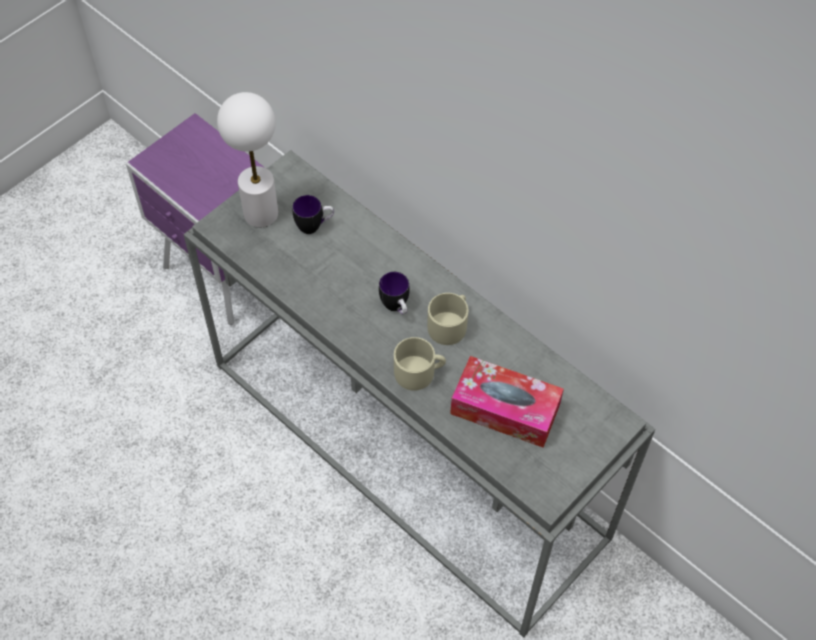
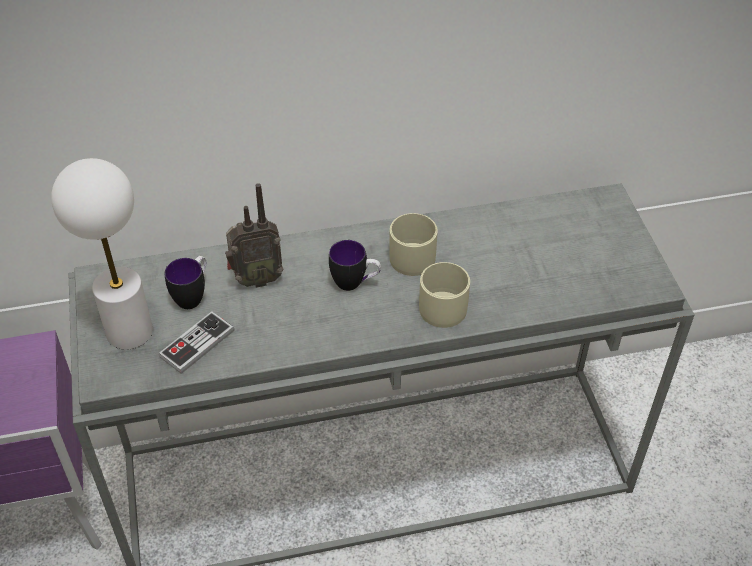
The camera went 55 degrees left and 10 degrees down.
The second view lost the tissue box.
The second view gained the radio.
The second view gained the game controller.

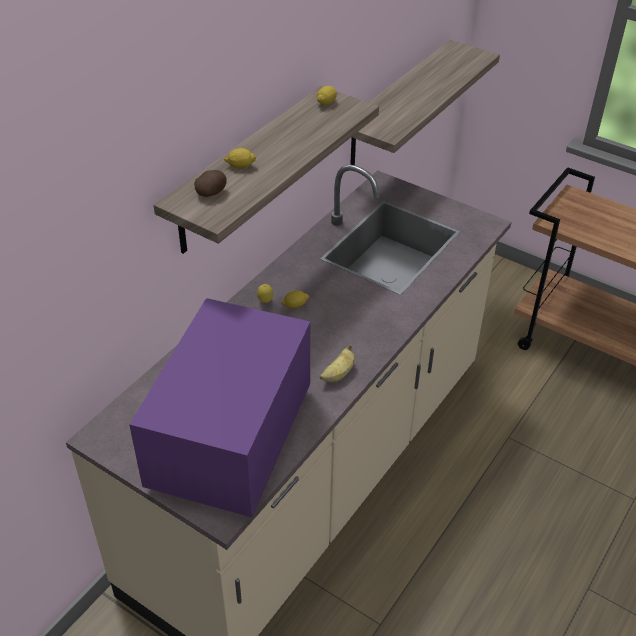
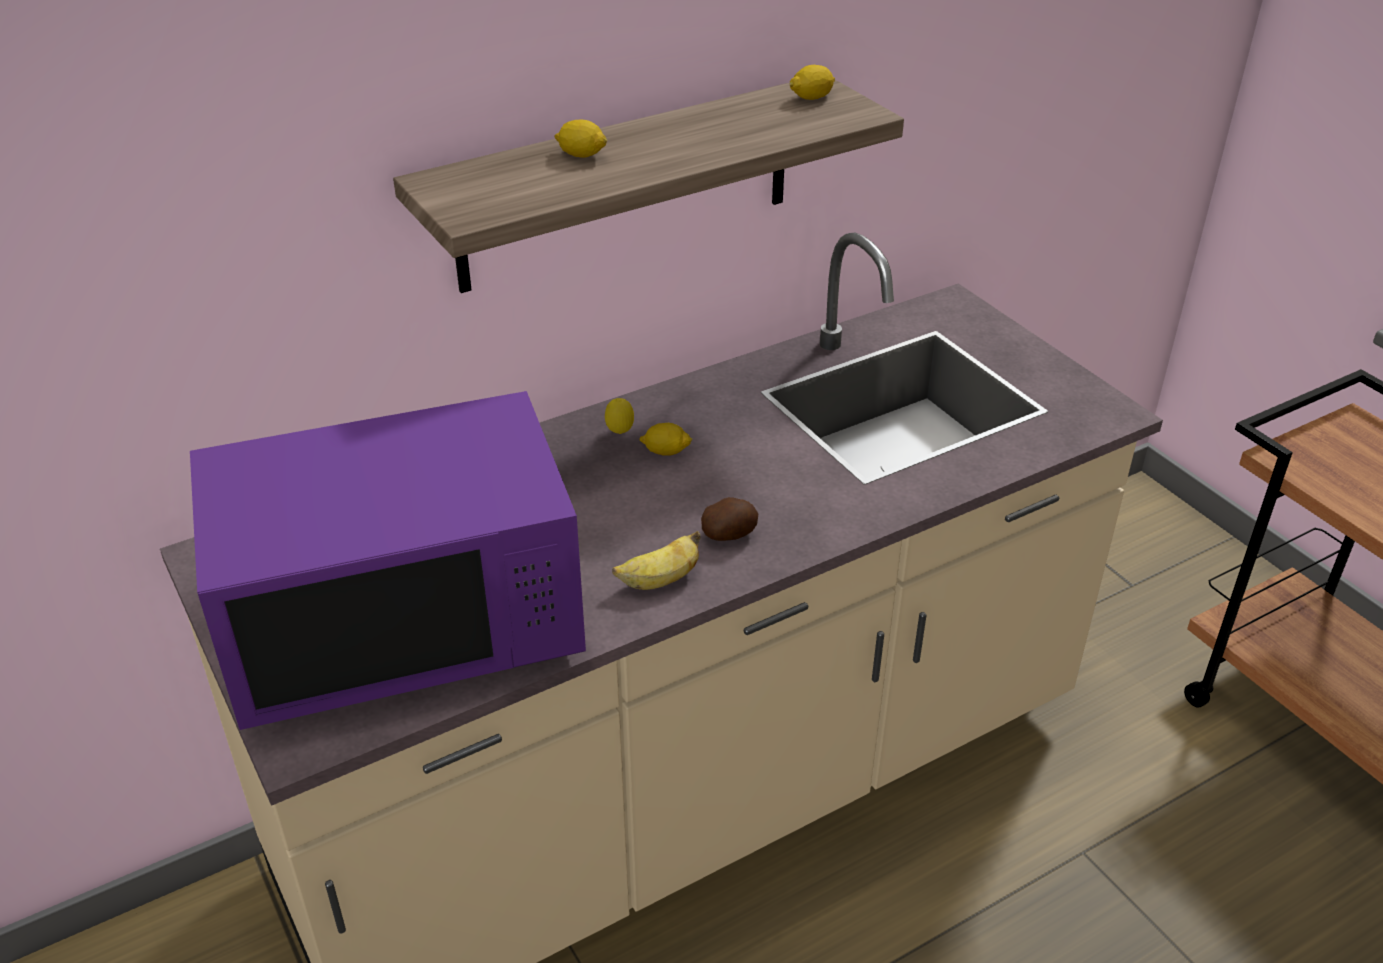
The camera went 25 degrees right and 5 degrees down.
The second view lost the shelf (no. 2 from left).
The potato ended up elsewhere.
The microwave/purple ended up facing another way, 150 degrees counterclockwise from before.

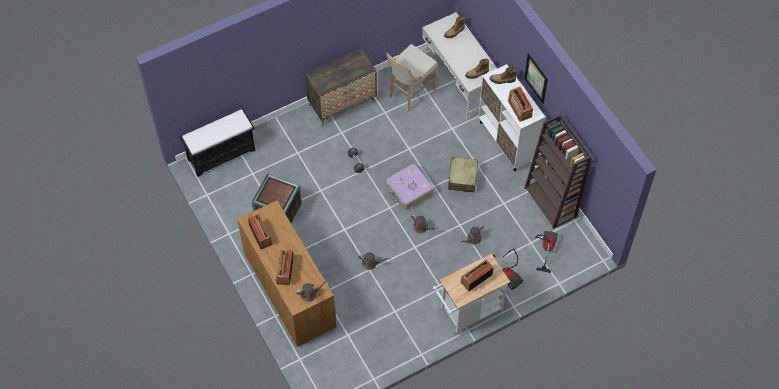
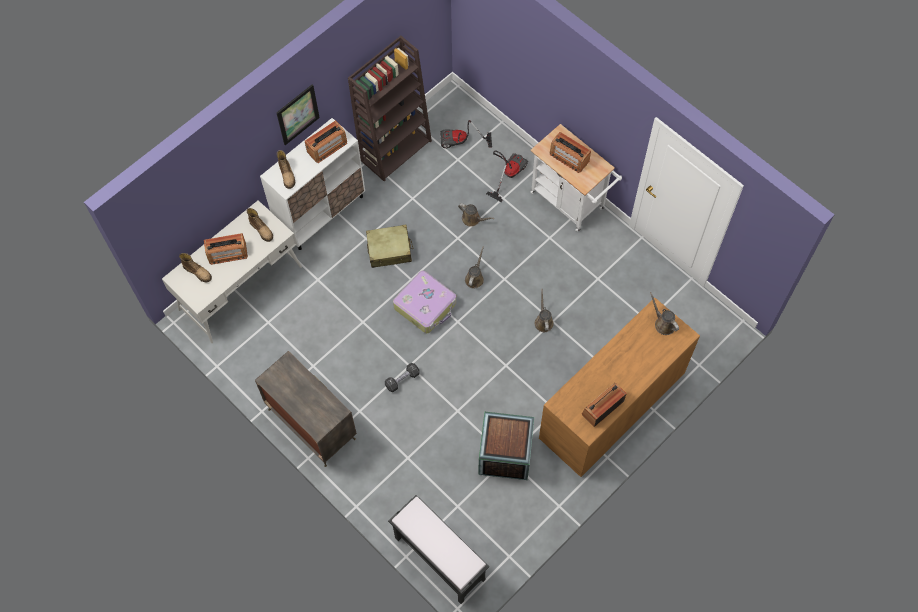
The camera went 105 degrees left and 5 degrees up.
The second view lost the stool/beige.
The radio (no. 2 from left in the first image) ended up elsewhere.

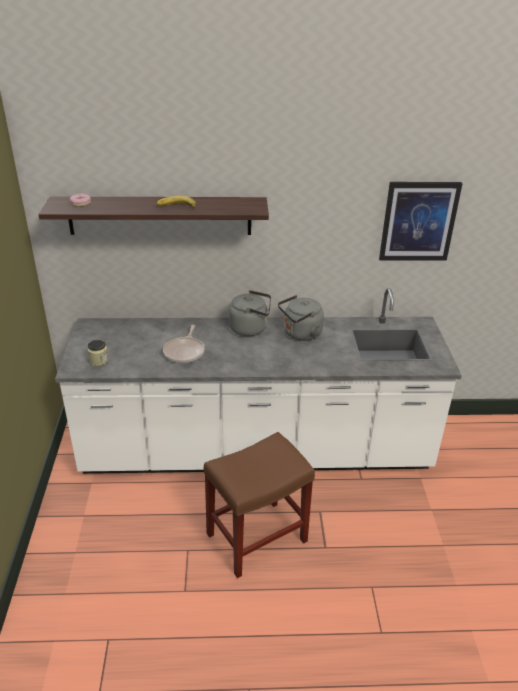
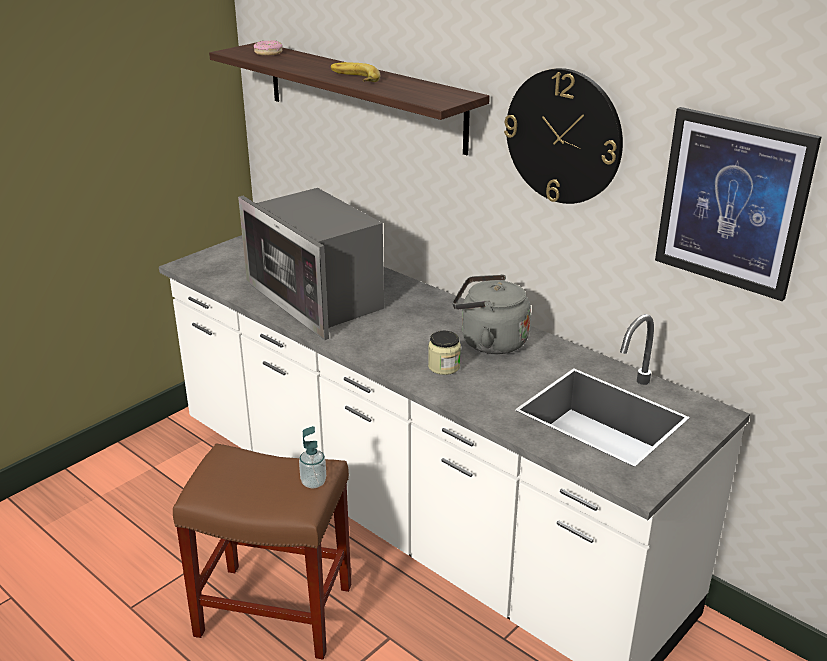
The camera went 45 degrees right and 5 degrees down.
The second view lost the kettle/grey (no. 1 from left).
Where the frying pan stood, the microwave came to stand.
The jar ended up elsewhere.
The second view gained the wall clock.
The second view gained the soap dispenser.

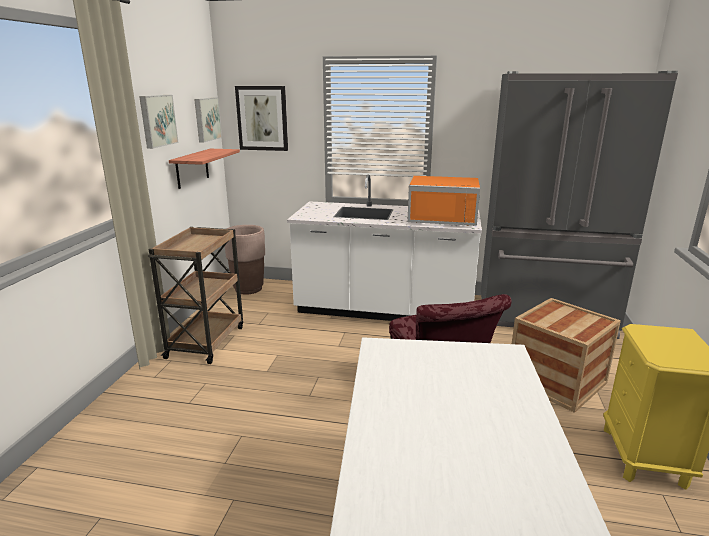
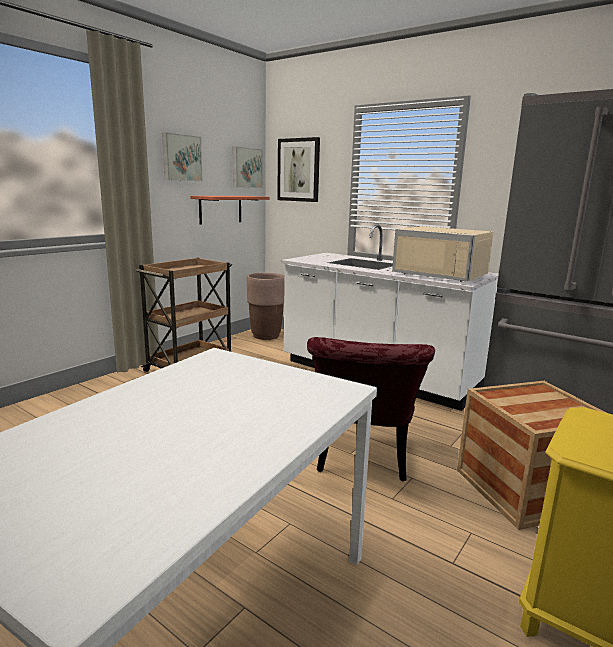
The camera went 25 degrees right and 5 degrees down.
What was the microwave/orange turned into the microwave/beige.

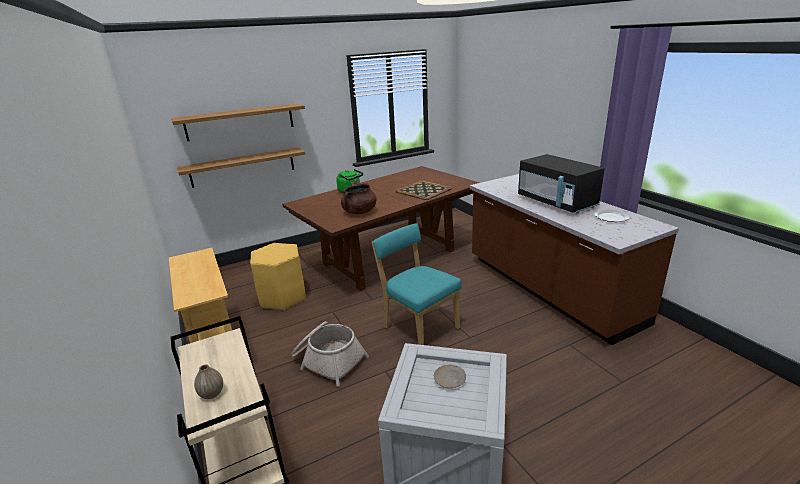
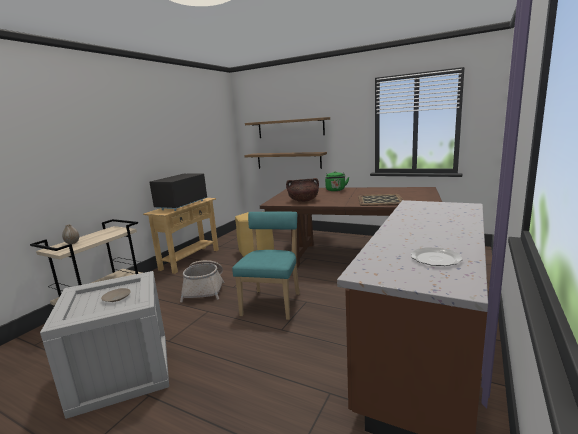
The camera went 55 degrees right and 10 degrees down.
The microwave/black ended up elsewhere.

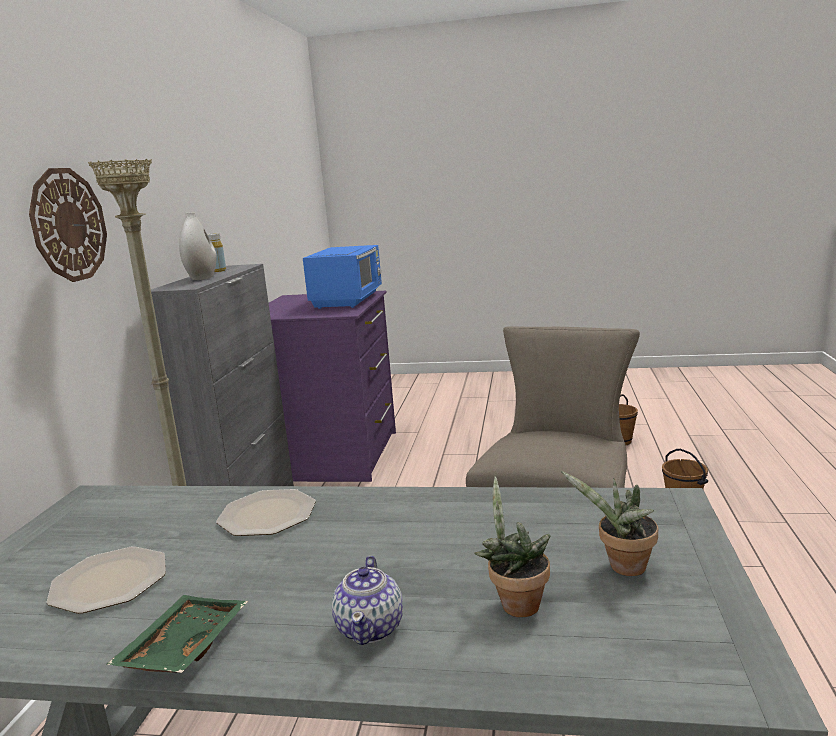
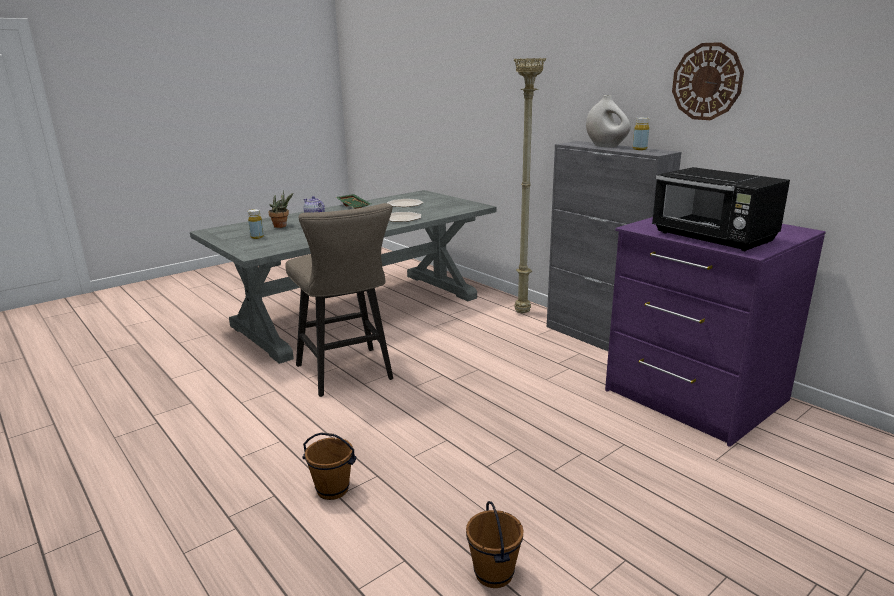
The camera went 130 degrees right and 5 degrees up.
The wall clock ended up elsewhere.
What was the microwave/blue turned into the microwave/black.
Where the potted plant (no. 2 from left) stood, the bottle/yellow (no. 1 from left) came to stand.

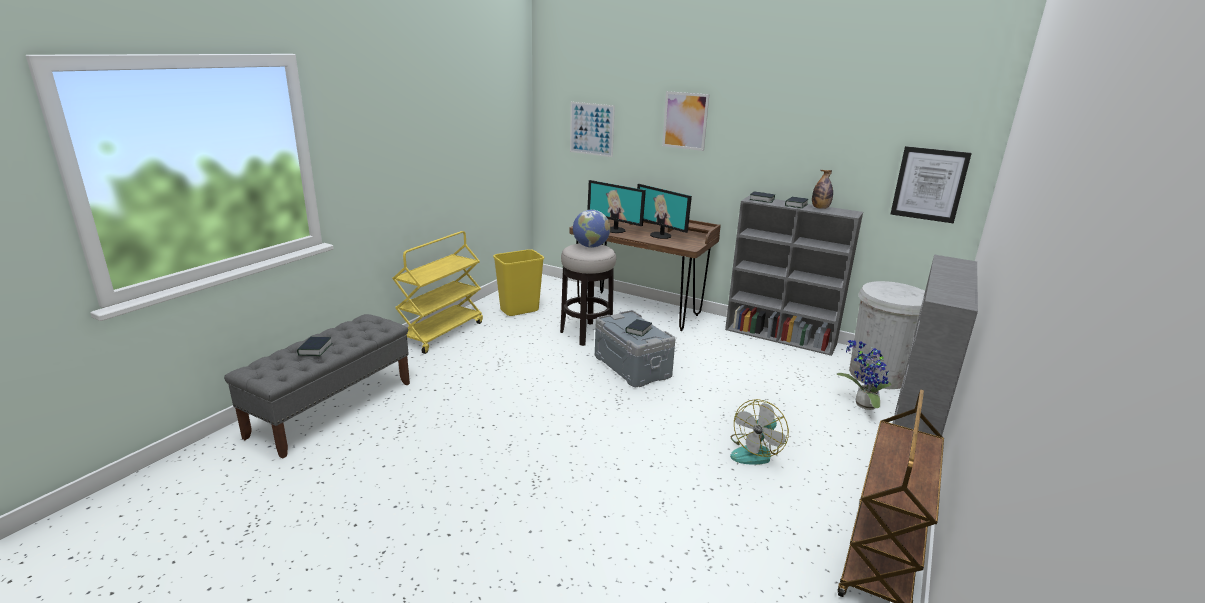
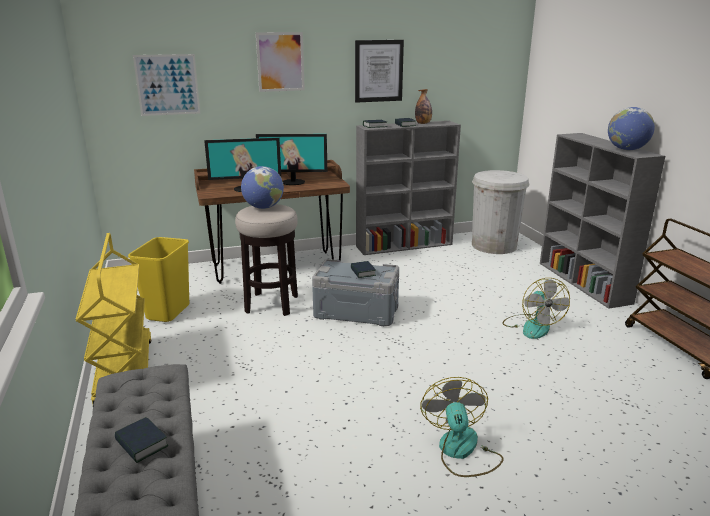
The camera went 45 degrees left and 0 degrees up.
The picture (no. 3 from left) ended up elsewhere.
The second view lost the potted plant.
The second view gained the globe (no. 2 from left).
The second view gained the fan (no. 1 from left).

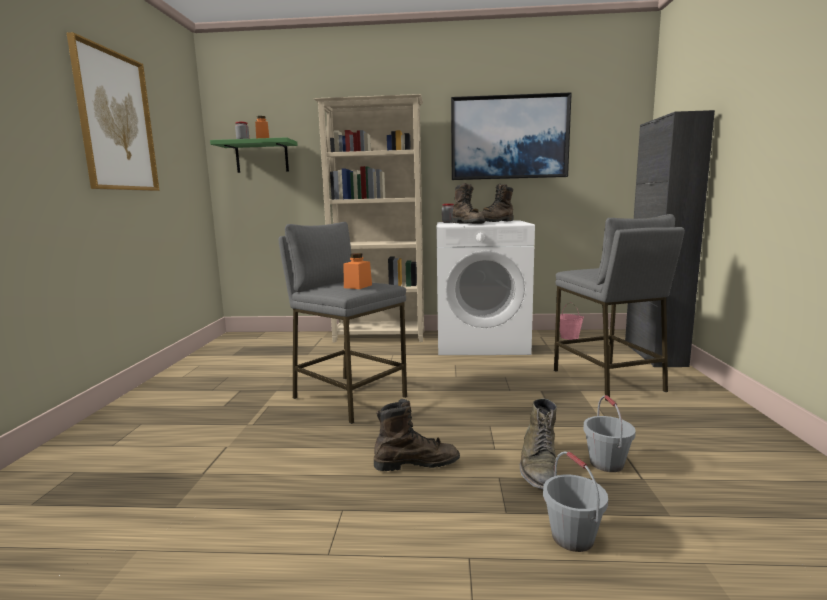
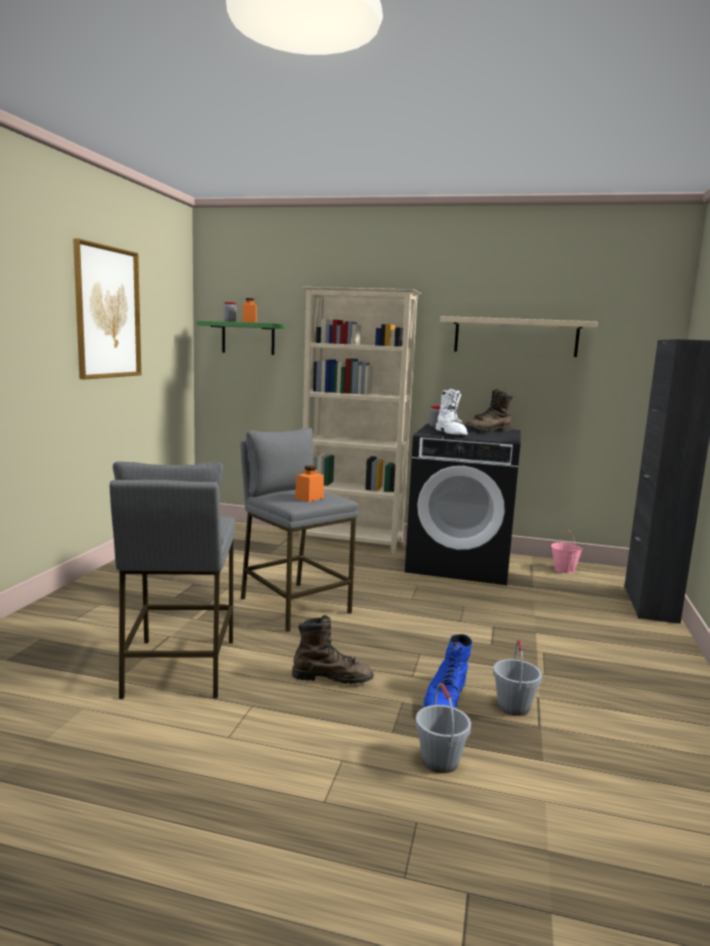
The camera went 10 degrees right and 0 degrees up.
Where the picture (no. 2 from left) hung, the shelf/beige came to hang.
What was the boot/brown (no. 2 from left) turned into the boot/white.
The stool/grey (no. 2 from left in the first image) ended up elsewhere.
What was the washing machine/white turned into the washing machine/black.
What was the boot/green turned into the boot/blue.

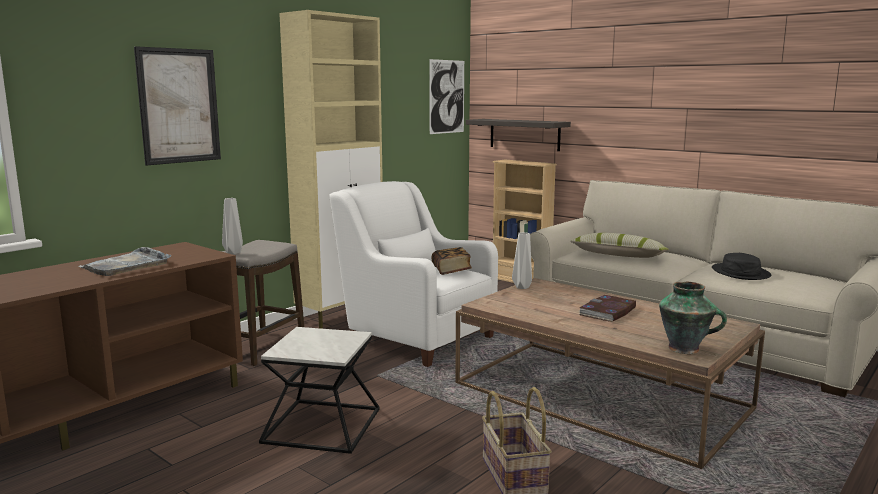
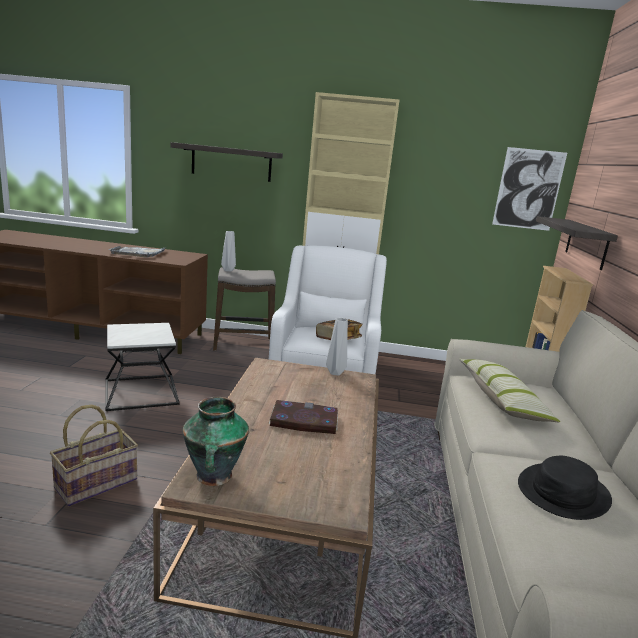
The camera went 55 degrees right and 5 degrees up.
Where the picture (no. 1 from left) hung, the shelf (no. 1 from left) came to hang.

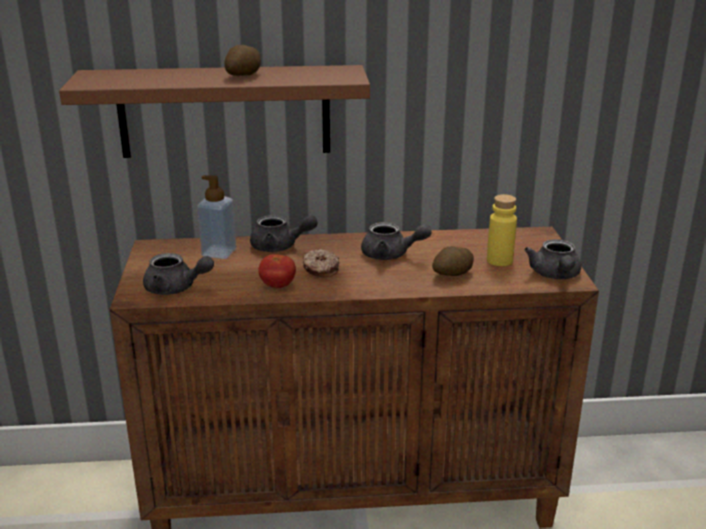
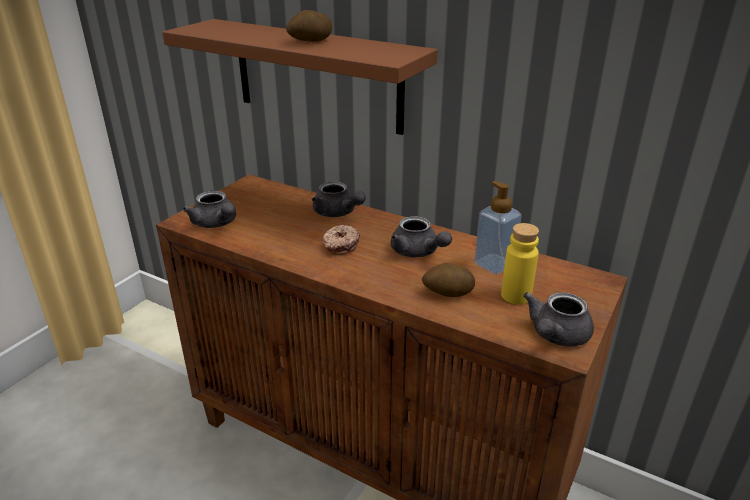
The camera went 35 degrees right and 5 degrees up.
The soap dispenser ended up elsewhere.
The second view lost the tomato.

